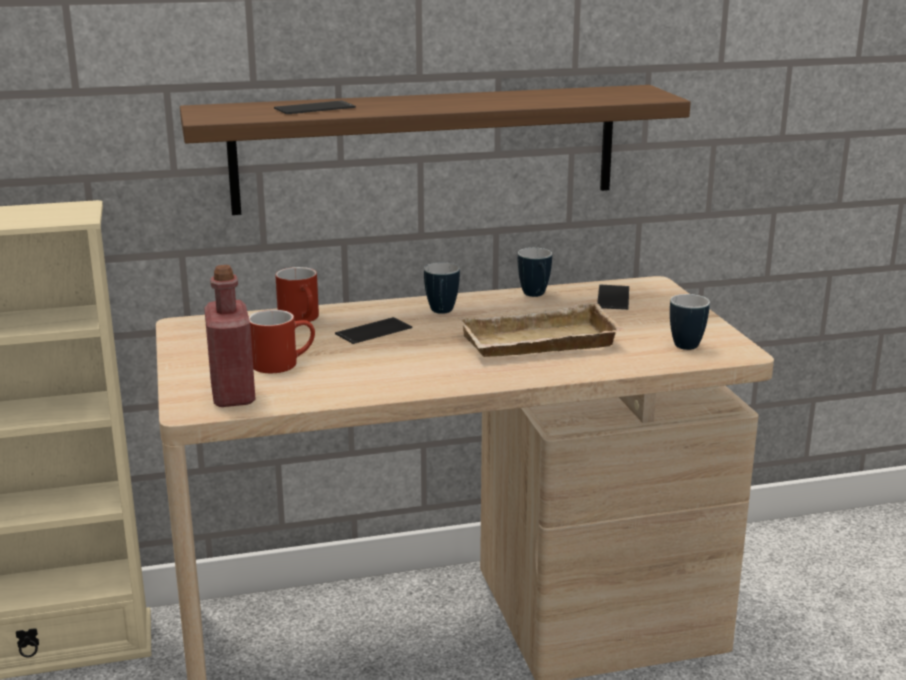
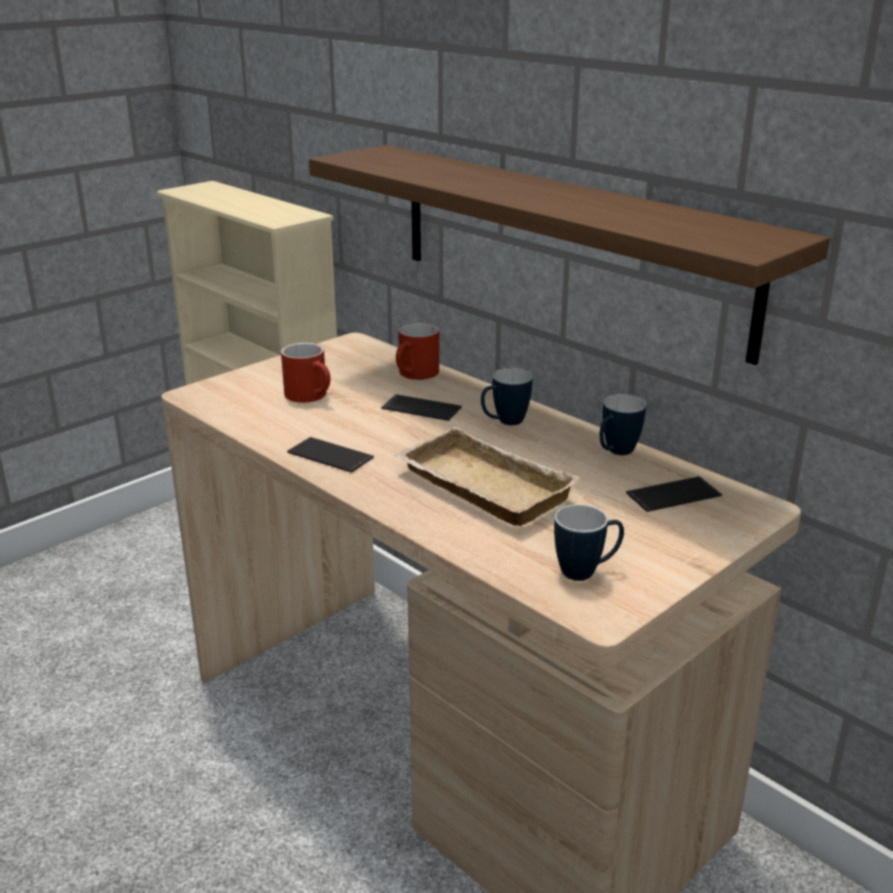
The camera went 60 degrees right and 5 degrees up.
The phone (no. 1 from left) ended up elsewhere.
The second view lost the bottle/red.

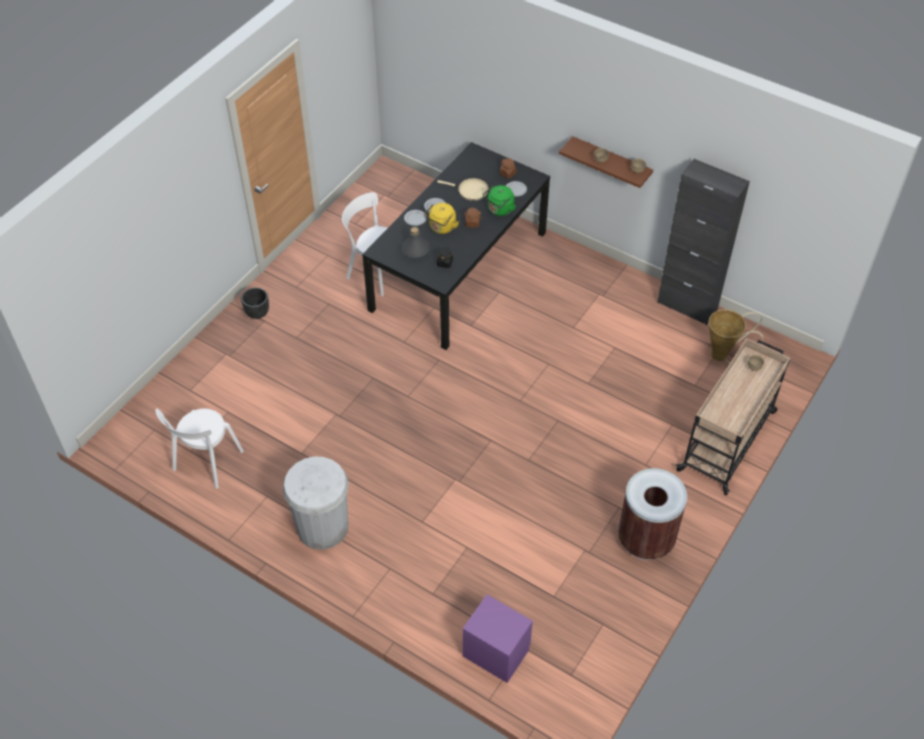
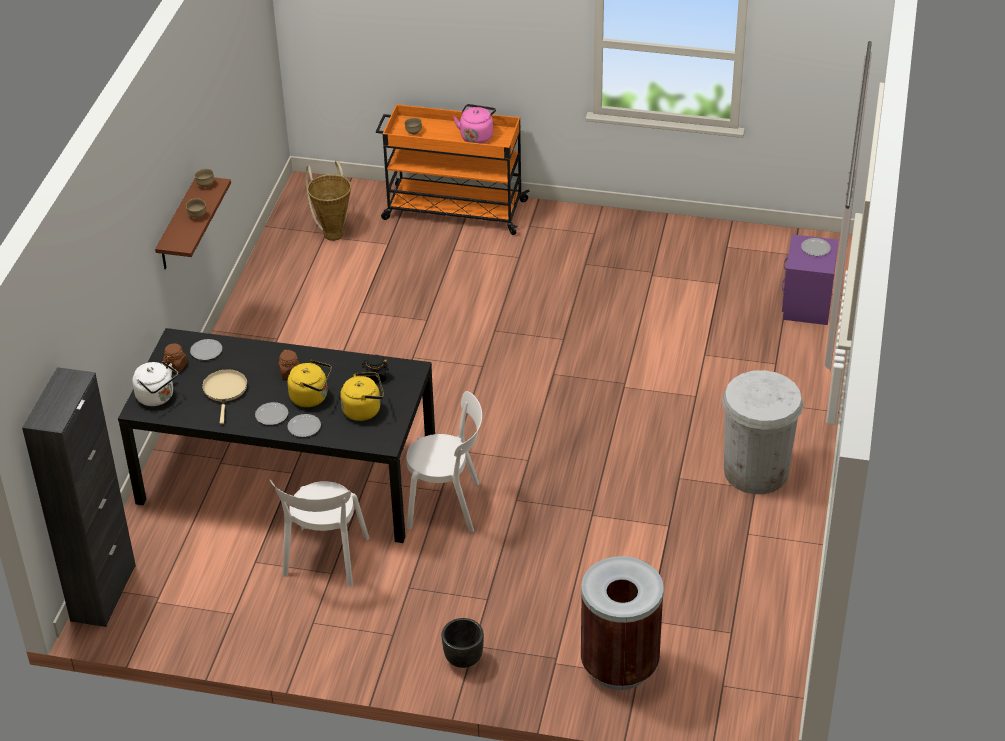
The camera went 110 degrees left and 10 degrees down.
The cabinet/black ended up elsewhere.
The second view lost the kettle/green.
Where the bottle/grey stood, the kettle/yellow (no. 2 from left) came to stand.
What was the cart/beige turned into the cart/orange.
The chair/white (no. 1 from left in the first image) ended up elsewhere.
The trash can/brown ended up elsewhere.
The second view gained the kettle/pink.
The second view gained the plate (no. 4 from left).
The second view gained the kettle/white.

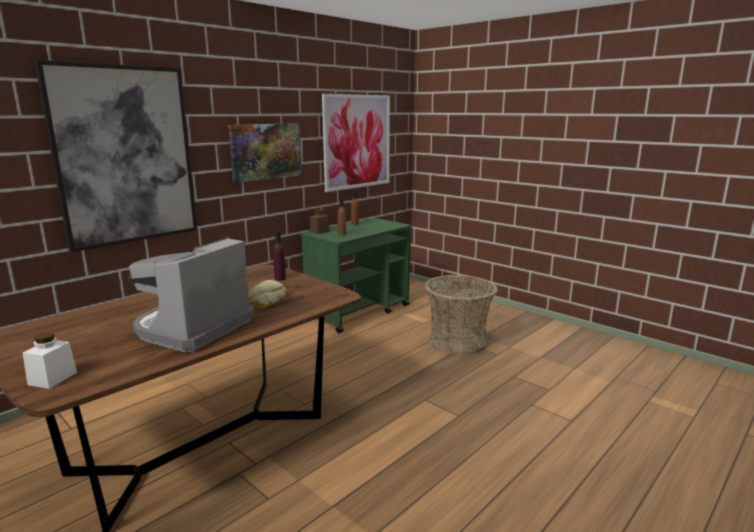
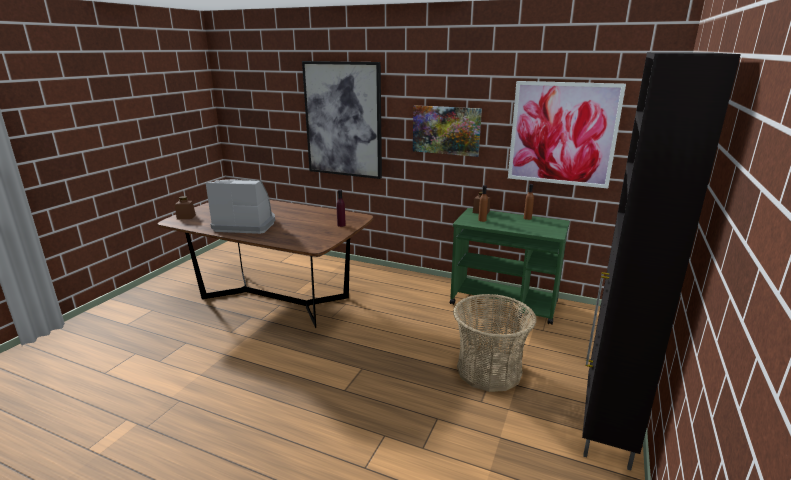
The camera went 70 degrees right and 5 degrees up.
The second view lost the bread.
What was the jar/white turned into the jar/brown (no. 1 from left).
The second view gained the cabinet/black.

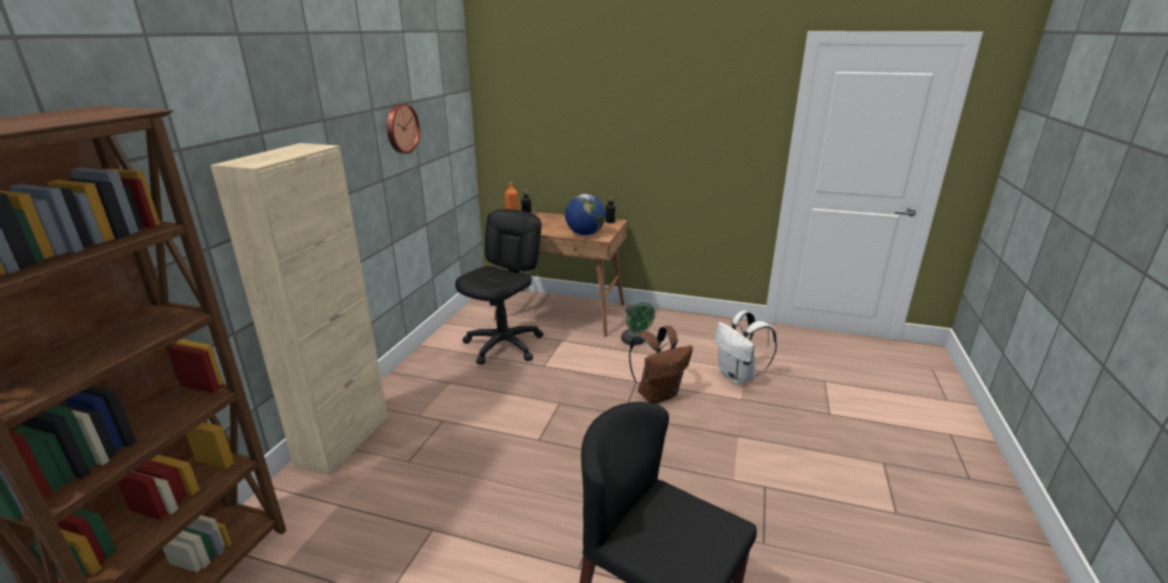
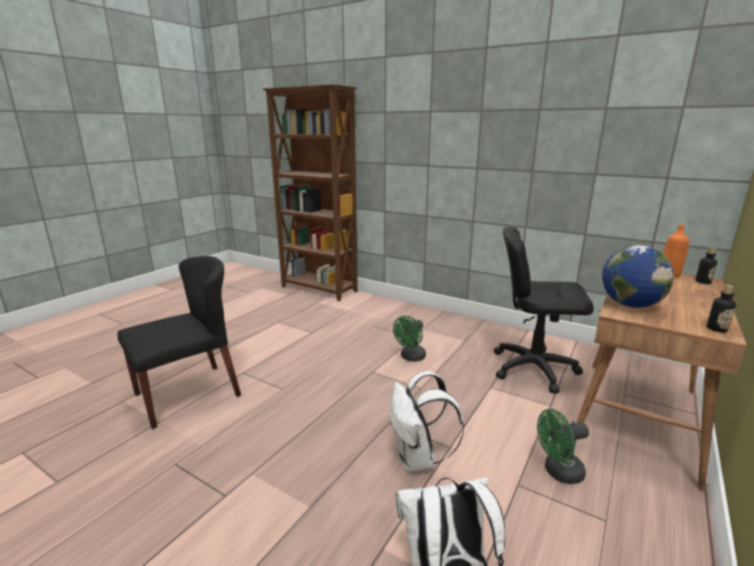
The camera went 105 degrees right and 5 degrees down.
The second view lost the wall clock.
The second view lost the cabinet/beige.
The office chair/black ended up facing another way, 150 degrees clockwise from before.
What was the backpack/brown turned into the backpack/white (no. 1 from left).
The second view gained the fan/green (no. 1 from left).

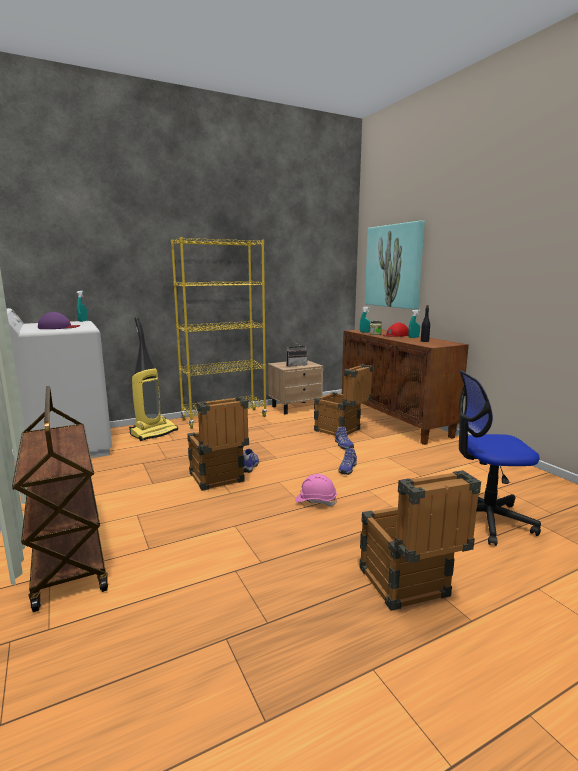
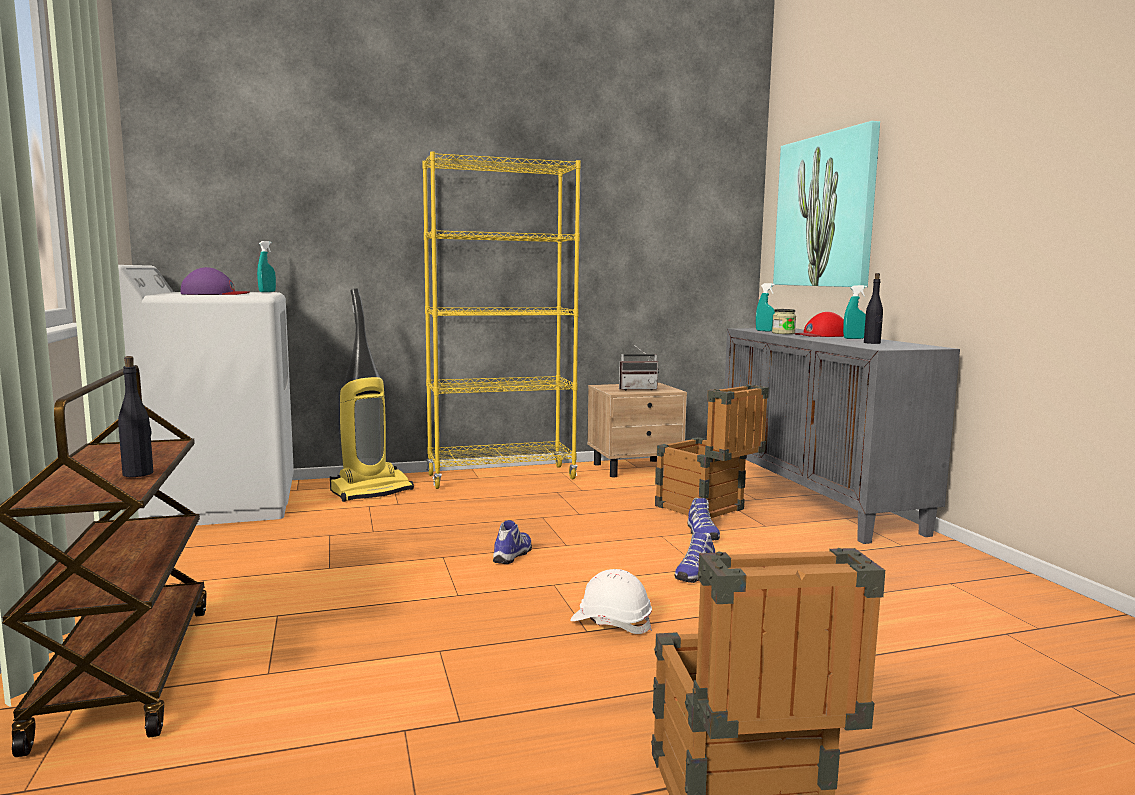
The camera went 10 degrees right and 5 degrees down.
What was the cabinet/brown turned into the cabinet/grey.
The second view lost the office chair.
The second view lost the crate (no. 1 from left).
What was the hard hat/pink turned into the hard hat/white.
The second view gained the bottle/black (no. 1 from left).

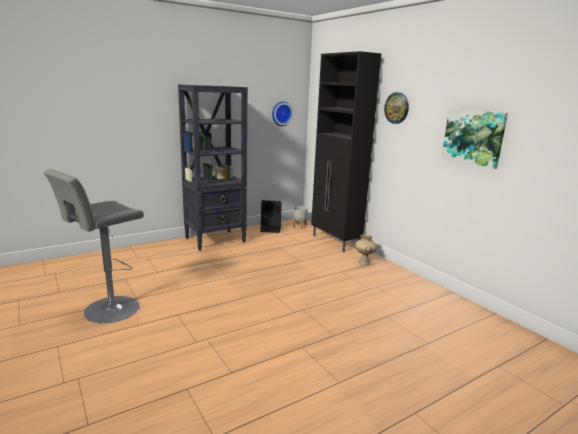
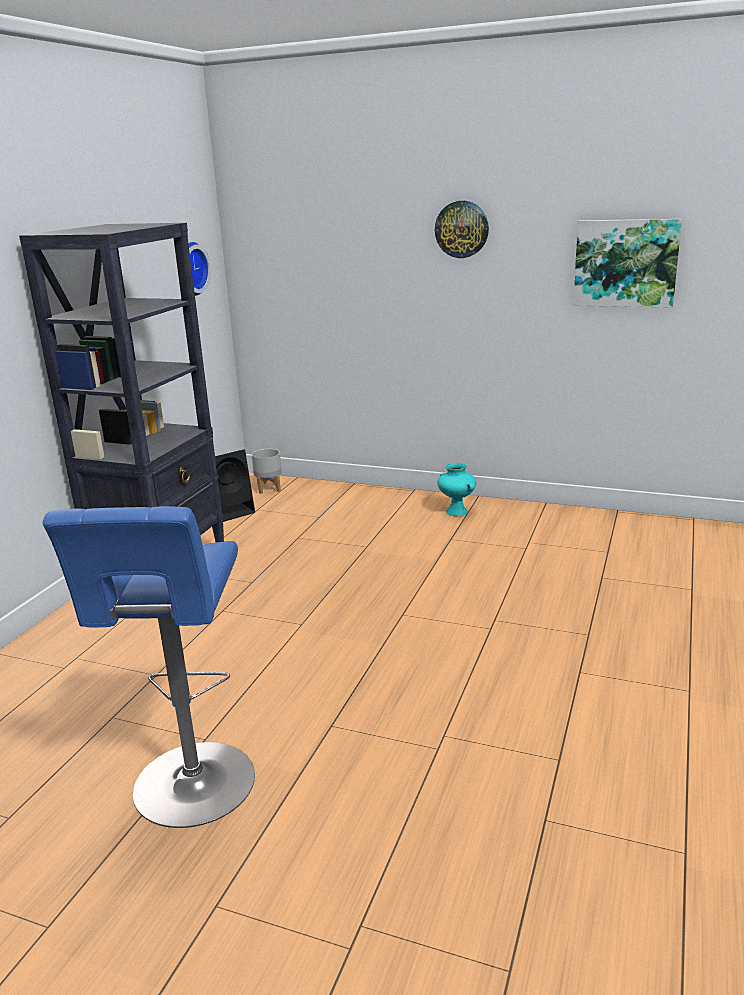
The camera went 35 degrees left and 5 degrees up.
The second view lost the cabinet/black.
What was the stool/grey turned into the stool/blue.
What was the vase/beige turned into the vase/turquoise.

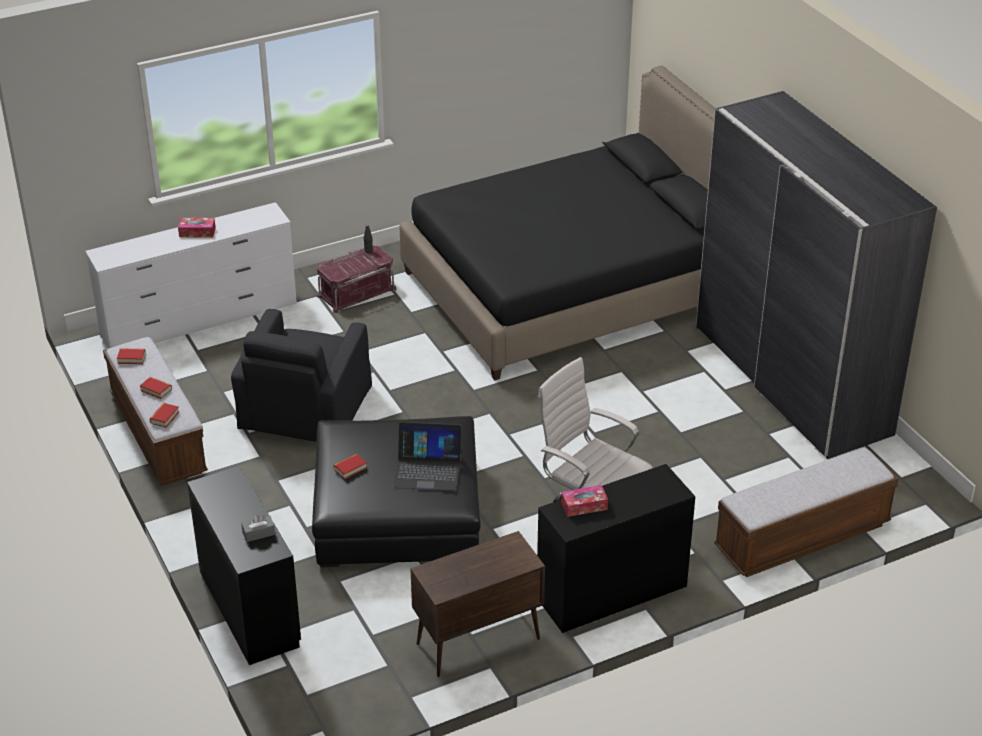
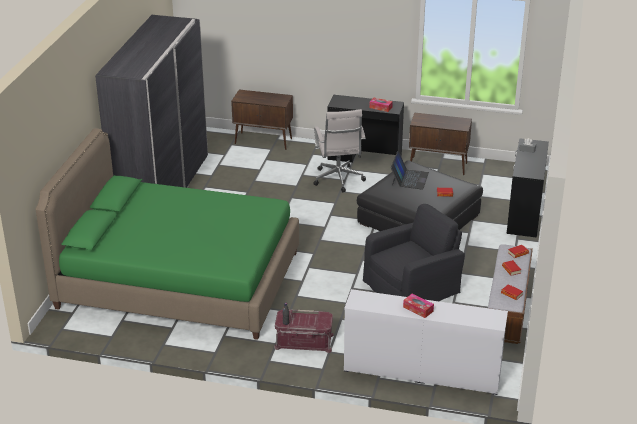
The camera went 140 degrees left and 5 degrees down.
What was the bed/black turned into the bed/green.
The laptop ended up facing another way, 60 degrees clockwise from before.
Where the bench (no. 2 from left) stood, the cabinet/brown (no. 1 from left) came to stand.

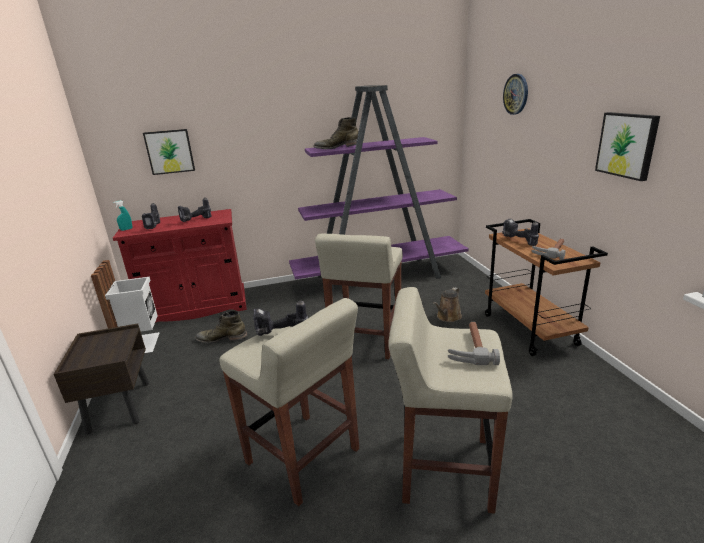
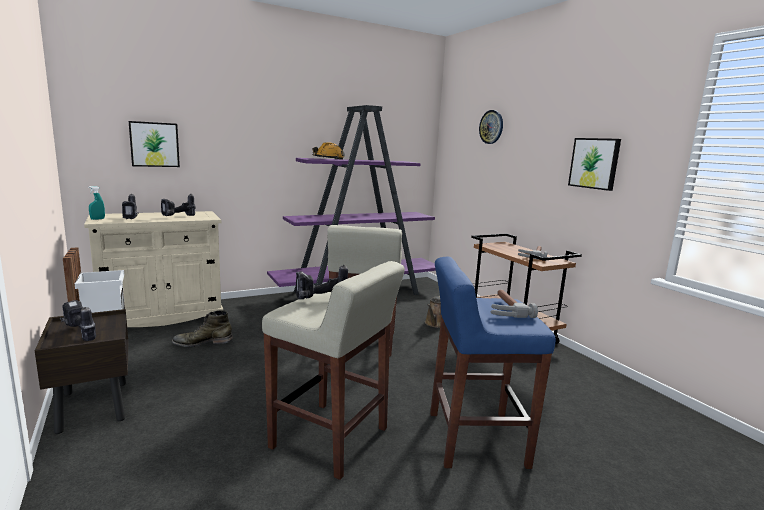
The camera went 15 degrees left and 10 degrees down.
Where the boot/green (no. 2 from left) stood, the hard hat/orange came to stand.
What was the cabinet/red turned into the cabinet/beige.
The power drill (no. 4 from left in the first image) ended up elsewhere.
What was the stool/beige (no. 3 from left) turned into the stool/blue.

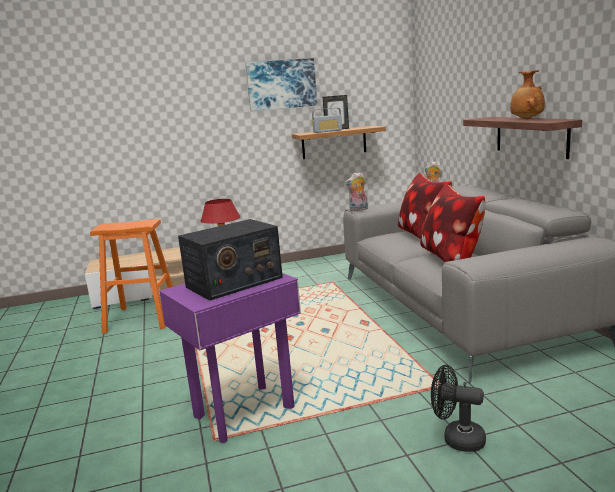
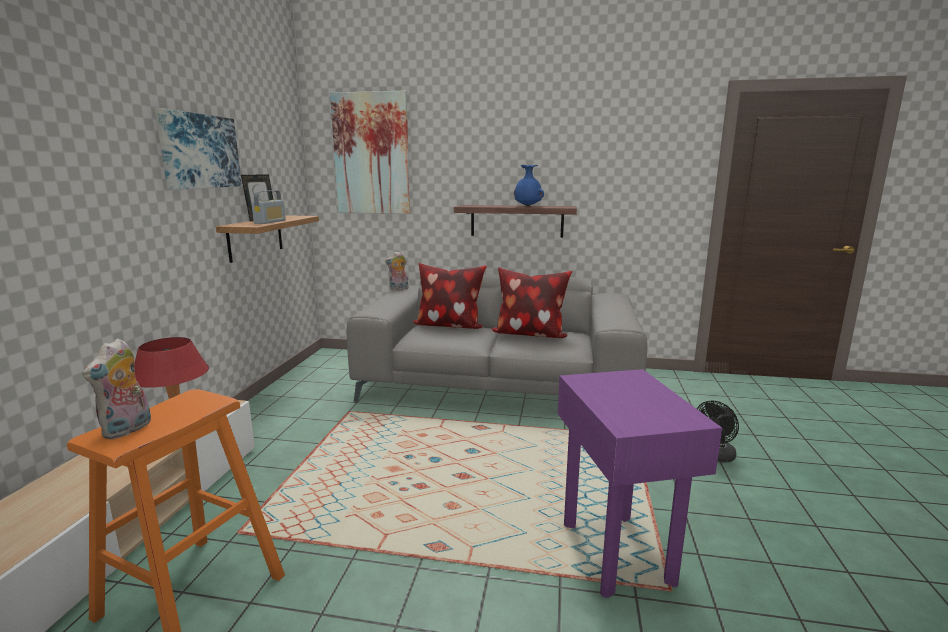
The camera went 65 degrees left and 0 degrees up.
What was the vase/brown turned into the vase/blue.
The plush toy (no. 1 from left) ended up elsewhere.
The second view lost the radio (no. 1 from left).
The second view gained the picture (no. 2 from left).

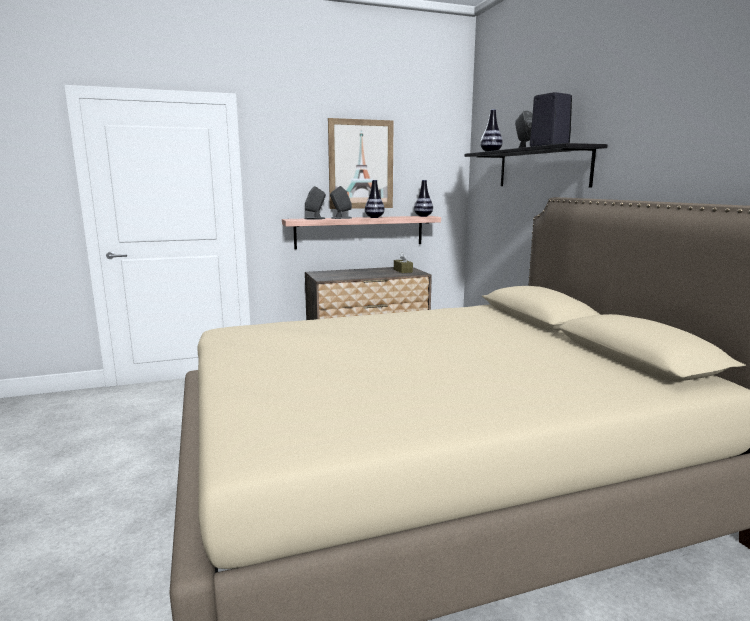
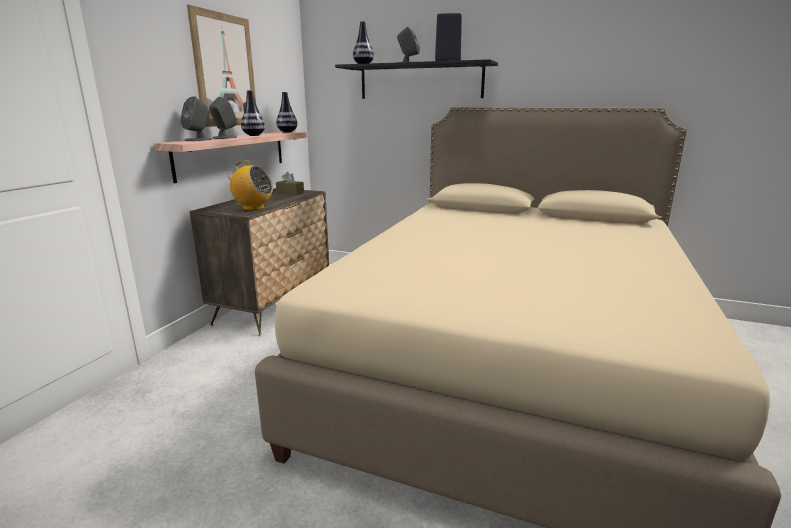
The camera went 50 degrees left and 5 degrees up.
The second view gained the radio.

